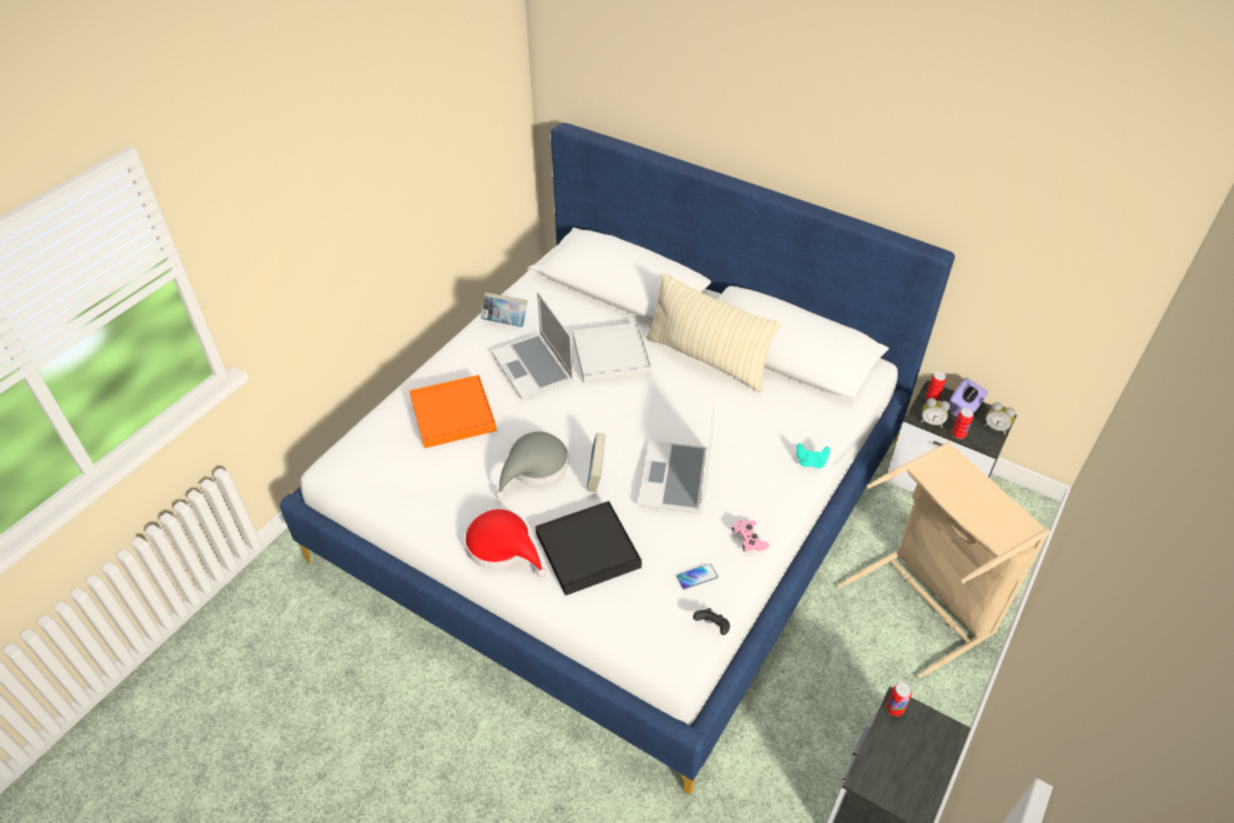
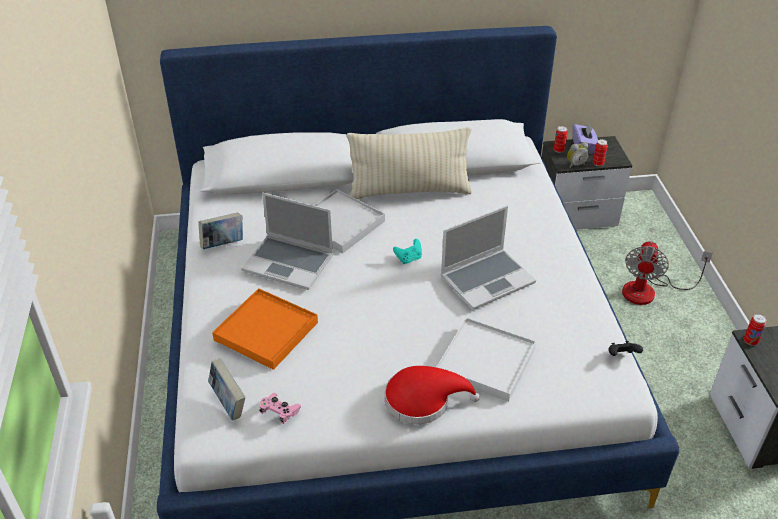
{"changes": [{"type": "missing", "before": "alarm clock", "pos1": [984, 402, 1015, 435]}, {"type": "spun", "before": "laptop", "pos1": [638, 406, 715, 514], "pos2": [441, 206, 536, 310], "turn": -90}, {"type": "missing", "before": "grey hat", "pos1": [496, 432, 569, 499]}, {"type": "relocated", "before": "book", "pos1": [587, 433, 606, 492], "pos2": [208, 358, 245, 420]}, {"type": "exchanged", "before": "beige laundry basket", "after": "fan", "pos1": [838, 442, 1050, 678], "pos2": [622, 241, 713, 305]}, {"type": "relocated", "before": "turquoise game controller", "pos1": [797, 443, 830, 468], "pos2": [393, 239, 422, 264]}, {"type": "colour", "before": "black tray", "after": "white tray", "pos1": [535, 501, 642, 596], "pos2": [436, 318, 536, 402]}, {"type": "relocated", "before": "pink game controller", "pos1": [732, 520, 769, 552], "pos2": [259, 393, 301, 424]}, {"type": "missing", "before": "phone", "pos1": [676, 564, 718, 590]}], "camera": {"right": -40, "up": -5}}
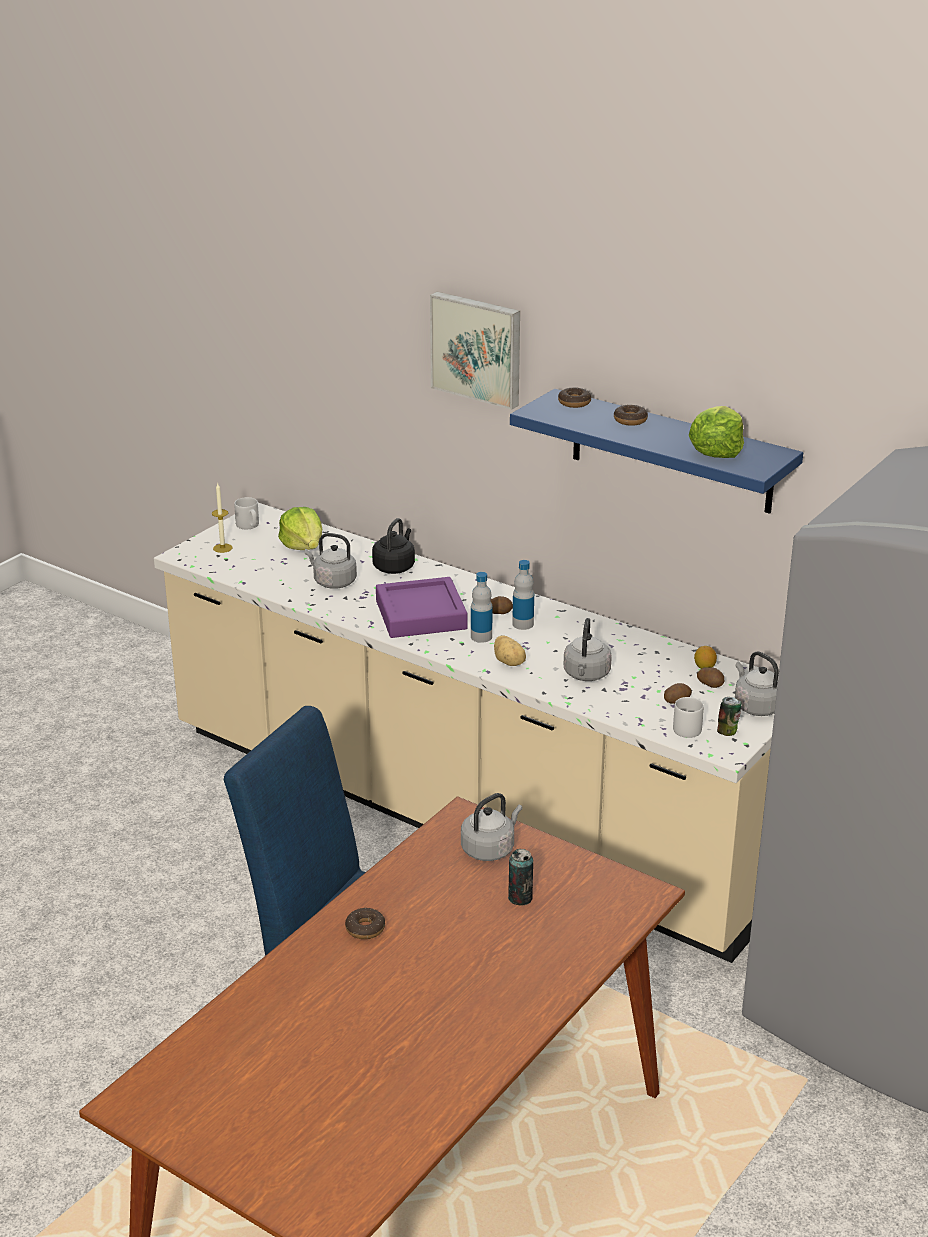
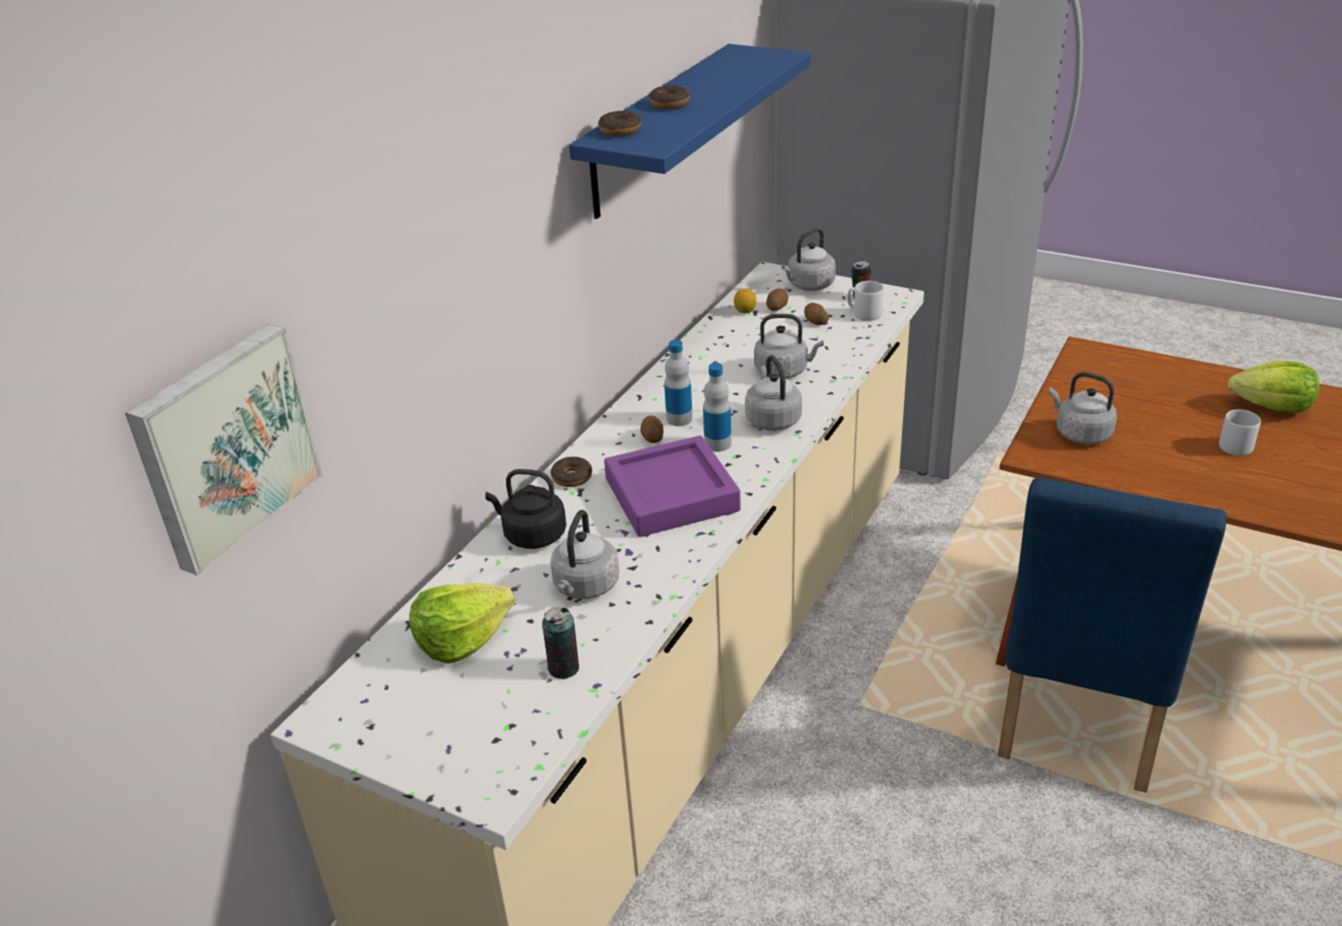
{"changes": [{"type": "relocated", "before": "picture", "pos1": [430, 292, 520, 410], "pos2": [125, 324, 323, 575]}, {"type": "relocated", "before": "lettuce", "pos1": [689, 406, 744, 458], "pos2": [1228, 361, 1320, 414]}, {"type": "missing", "before": "candle", "pos1": [212, 482, 233, 553]}, {"type": "relocated", "before": "grey mug", "pos1": [234, 497, 259, 529], "pos2": [1219, 409, 1261, 456]}, {"type": "exchanged", "before": "potato", "after": "grey kettle", "pos1": [494, 636, 526, 666], "pos2": [745, 355, 802, 431]}, {"type": "relocated", "before": "can", "pos1": [508, 849, 533, 906], "pos2": [542, 607, 579, 679]}, {"type": "relocated", "before": "donut", "pos1": [345, 908, 385, 939], "pos2": [551, 457, 592, 487]}], "camera": {"right": -95, "up": 5}}
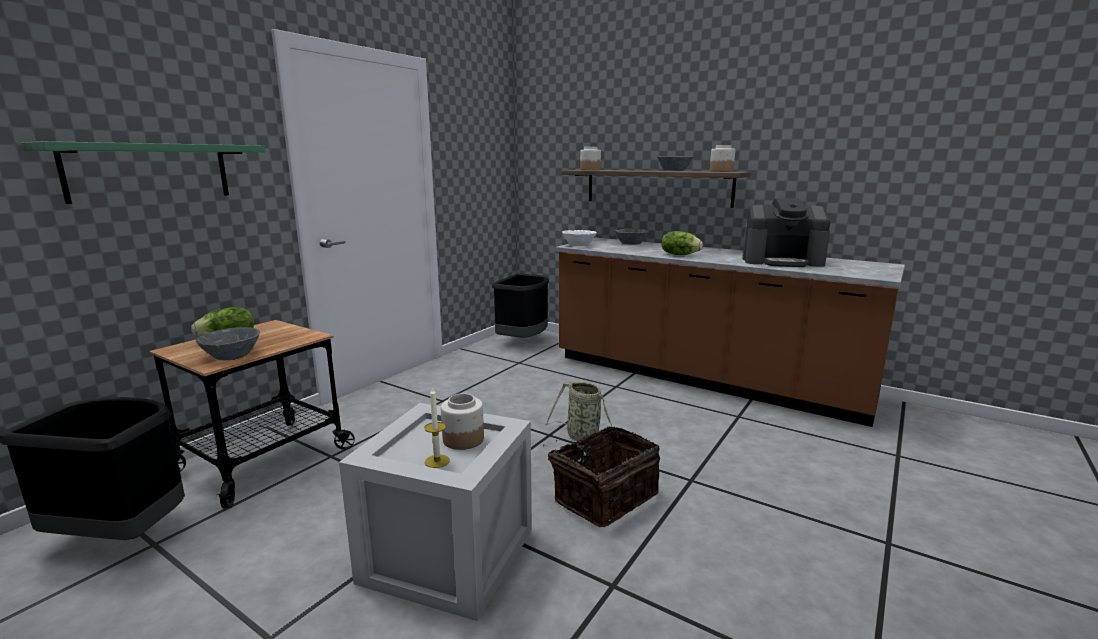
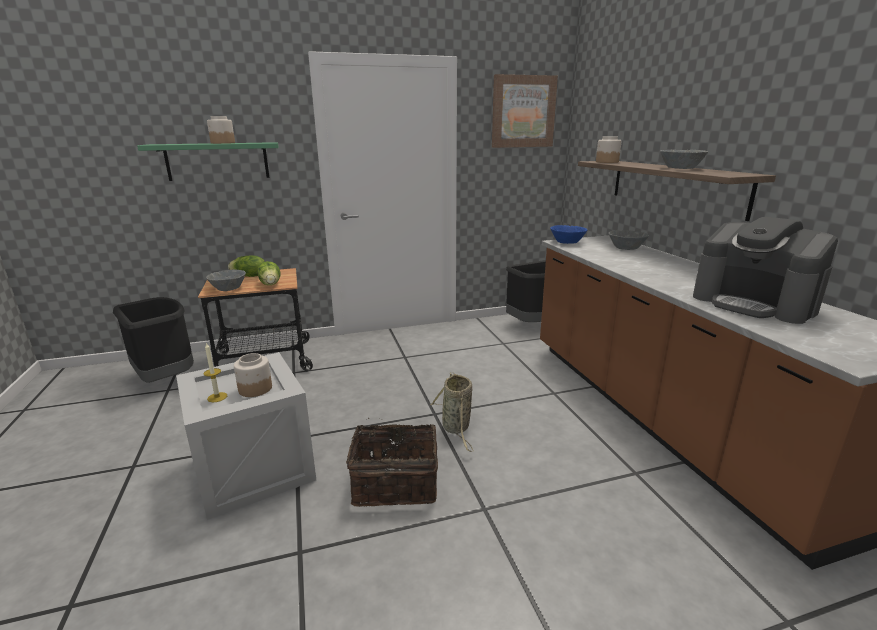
{"changes": [{"type": "relocated", "before": "jar", "pos1": [710, 145, 735, 172], "pos2": [207, 116, 235, 144]}, {"type": "colour", "before": "white bowl", "after": "blue bowl", "pos1": [562, 230, 597, 246], "pos2": [550, 225, 587, 244]}, {"type": "relocated", "before": "lettuce", "pos1": [661, 231, 703, 255], "pos2": [257, 261, 280, 285]}, {"type": "appeared", "after": "picture", "pos2": [492, 74, 558, 148]}], "camera": {"right": 40, "up": 5}}
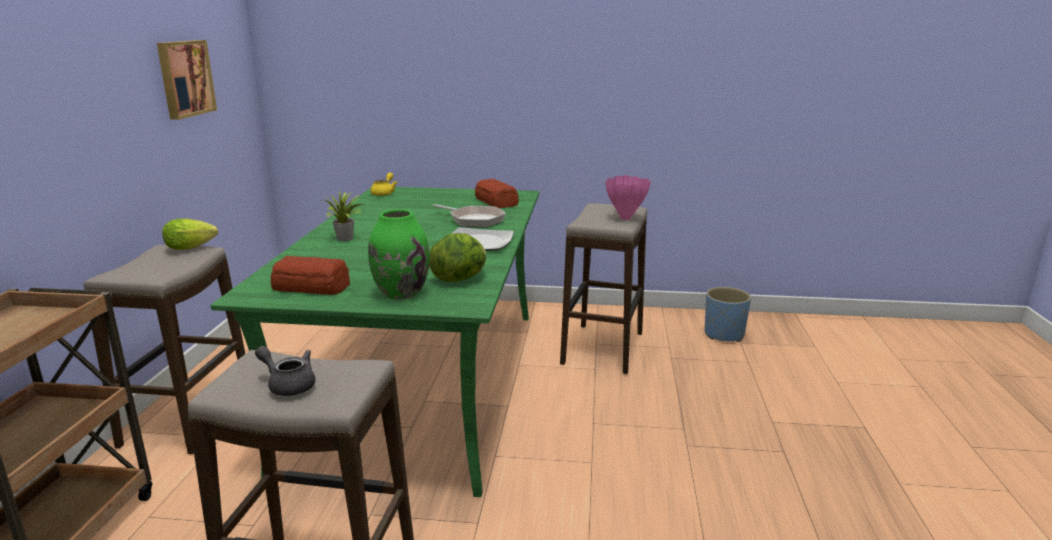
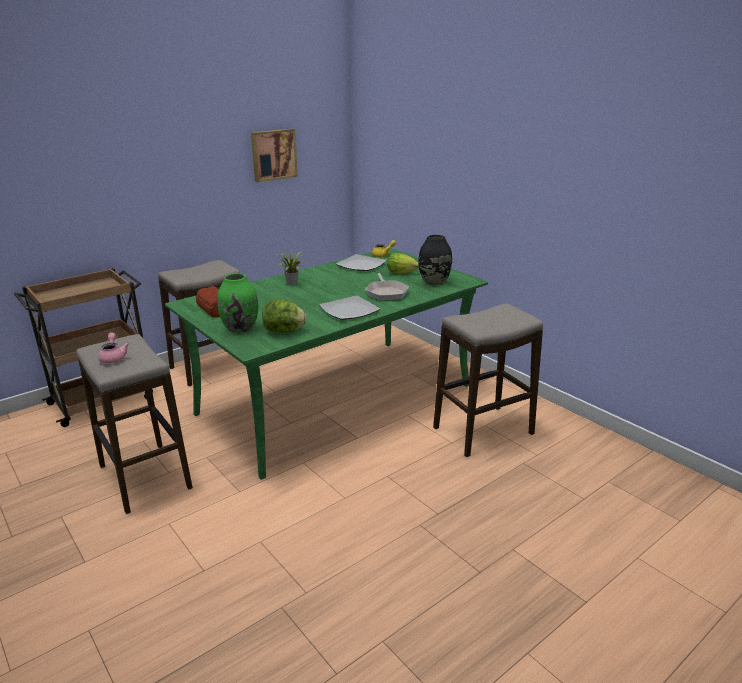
{"changes": [{"type": "missing", "before": "pink vase", "pos1": [606, 175, 651, 220]}, {"type": "exchanged", "before": "bread", "after": "black vase", "pos1": [475, 179, 519, 208], "pos2": [418, 235, 452, 286]}, {"type": "relocated", "before": "lettuce", "pos1": [162, 219, 218, 250], "pos2": [387, 253, 419, 274]}, {"type": "missing", "before": "blue planter", "pos1": [705, 287, 751, 342]}, {"type": "colour", "before": "grey teapot", "after": "pink teapot", "pos1": [255, 346, 315, 396], "pos2": [98, 332, 130, 363]}, {"type": "appeared", "after": "plate", "pos2": [336, 254, 387, 271]}], "camera": {"right": 45, "up": 5}}
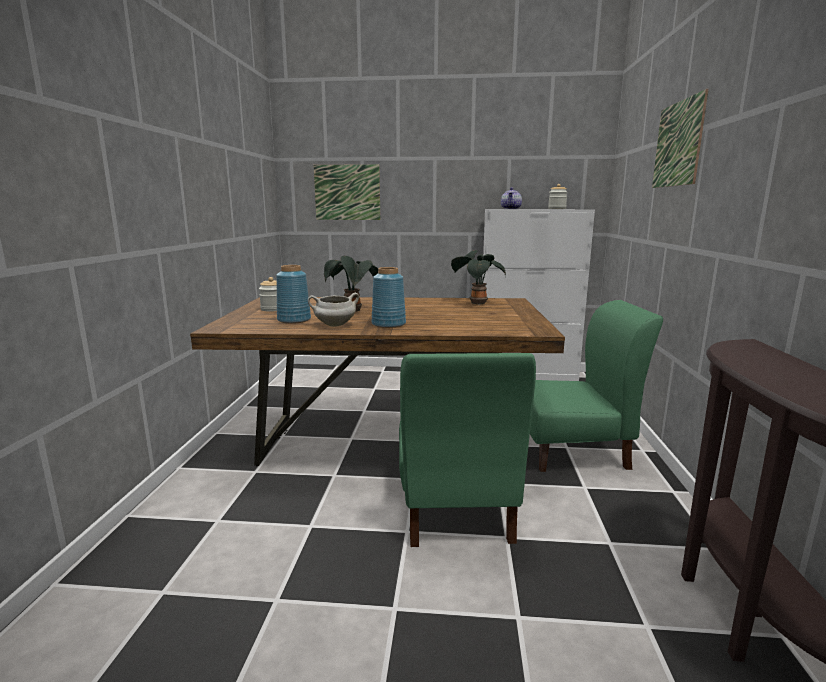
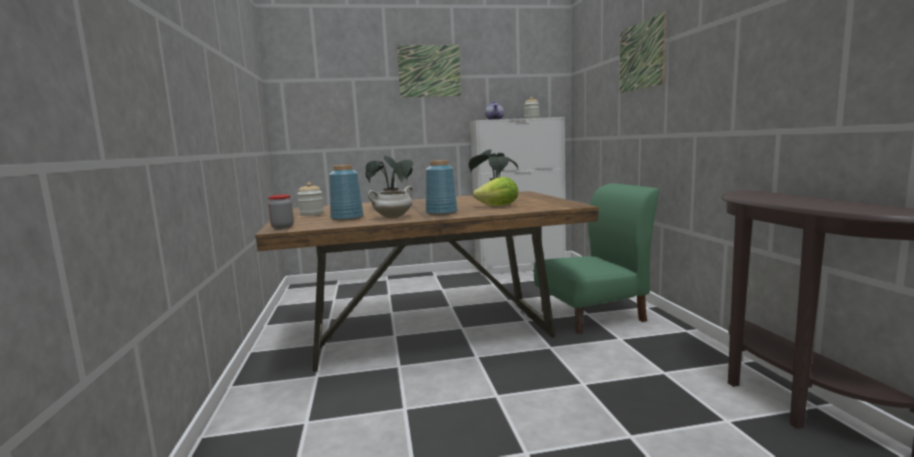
{"changes": [{"type": "relocated", "before": "picture", "pos1": [314, 164, 380, 220], "pos2": [397, 44, 461, 98]}, {"type": "missing", "before": "green chair", "pos1": [399, 353, 536, 547]}, {"type": "appeared", "after": "lettuce", "pos2": [473, 177, 518, 206]}, {"type": "appeared", "after": "jar", "pos2": [268, 195, 294, 229]}], "camera": {"right": -15, "up": -5}}
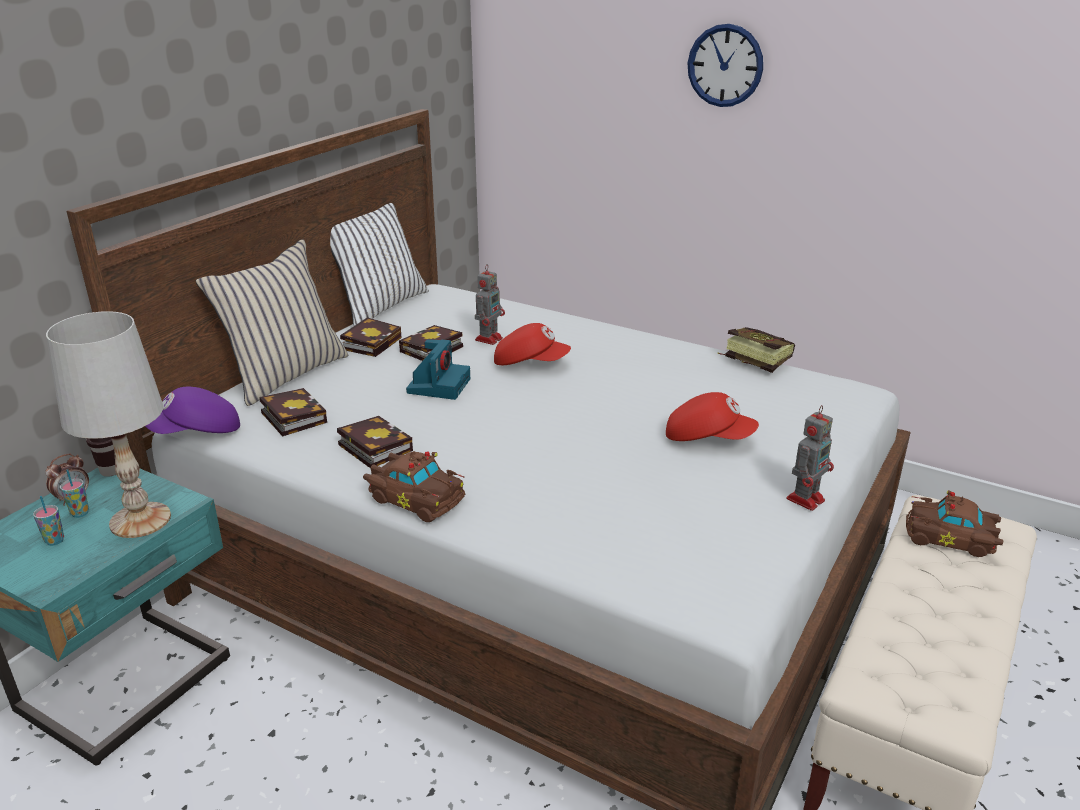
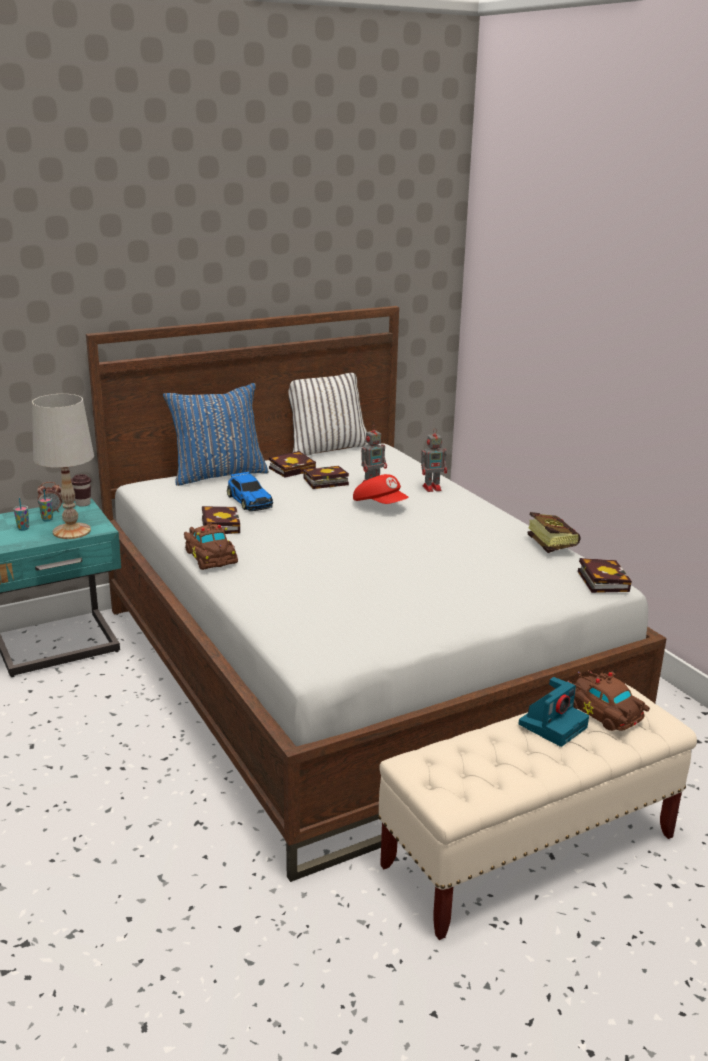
{"changes": [{"type": "missing", "before": "wall clock", "pos1": [688, 24, 763, 107]}, {"type": "colour", "before": "beige pillow", "after": "blue pillow", "pos1": [196, 239, 348, 406], "pos2": [163, 383, 269, 486]}, {"type": "relocated", "before": "photo camera", "pos1": [406, 339, 470, 400], "pos2": [519, 677, 589, 747]}, {"type": "missing", "before": "purple cap", "pos1": [145, 387, 240, 434]}, {"type": "relocated", "before": "book", "pos1": [259, 388, 327, 437], "pos2": [578, 558, 632, 593]}, {"type": "missing", "before": "red cap", "pos1": [666, 392, 759, 441]}, {"type": "relocated", "before": "toy robot", "pos1": [786, 405, 834, 511], "pos2": [421, 428, 447, 492]}, {"type": "appeared", "after": "toy car", "pos2": [227, 471, 273, 511]}], "camera": {"right": 30, "up": -5}}
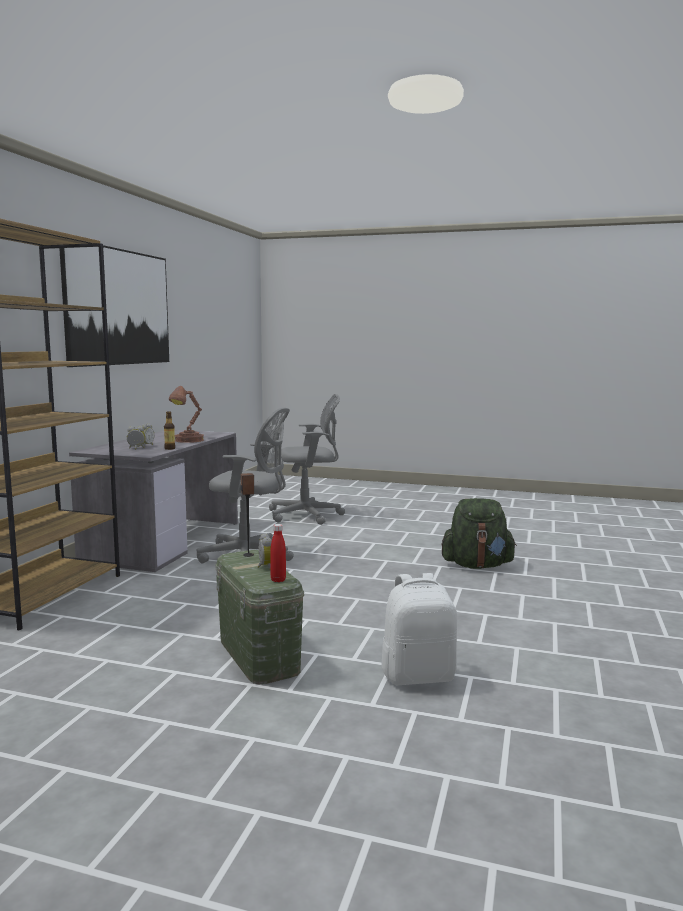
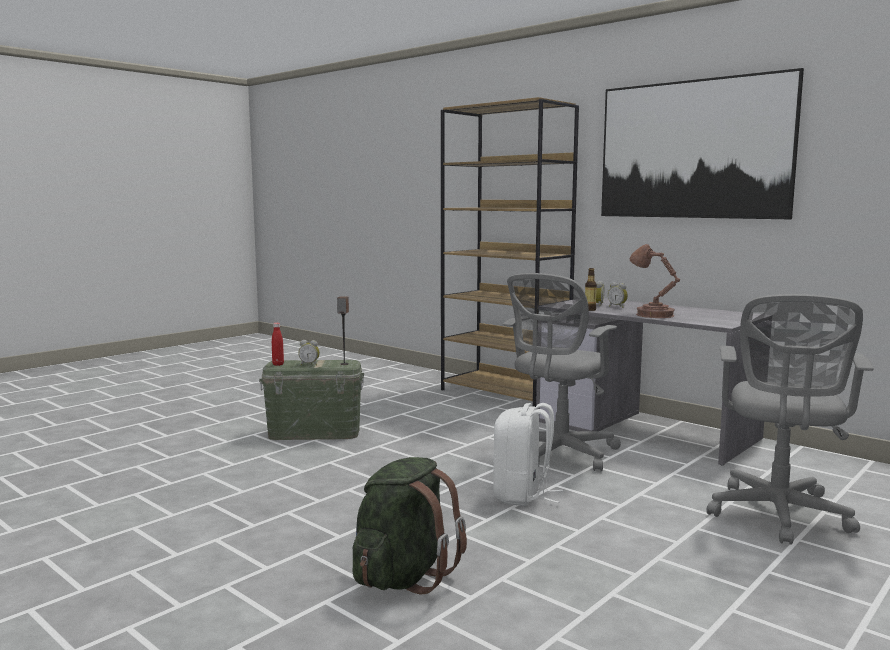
{"changes": [{"type": "relocated", "before": "white backpack", "pos1": [381, 573, 457, 685], "pos2": [493, 403, 563, 506]}], "camera": {"right": 115, "up": 0}}
